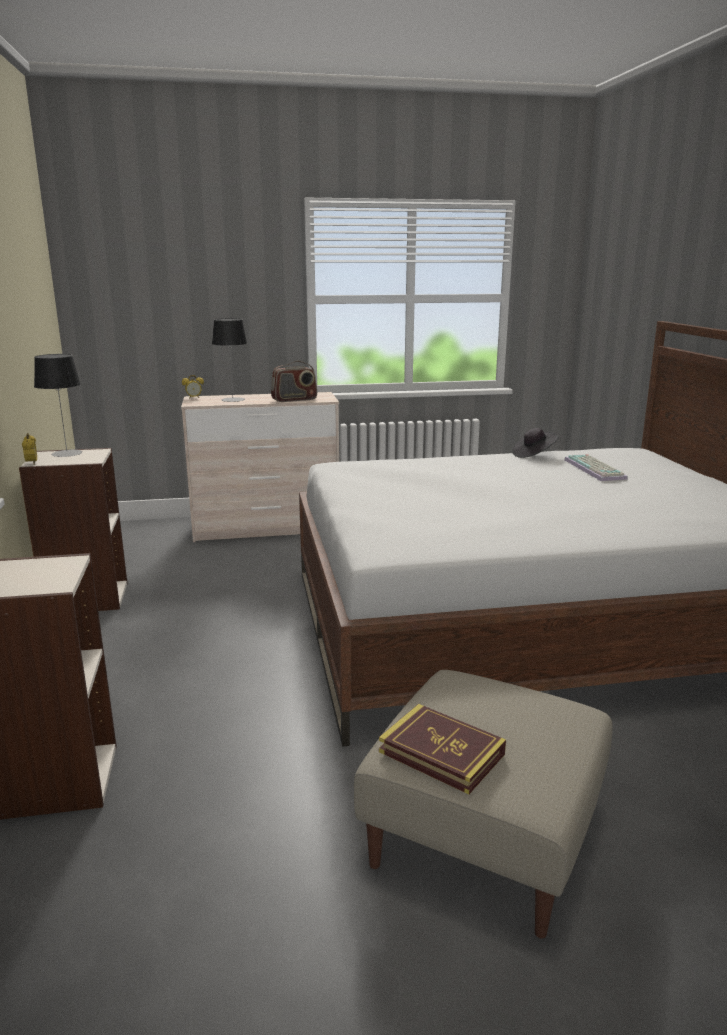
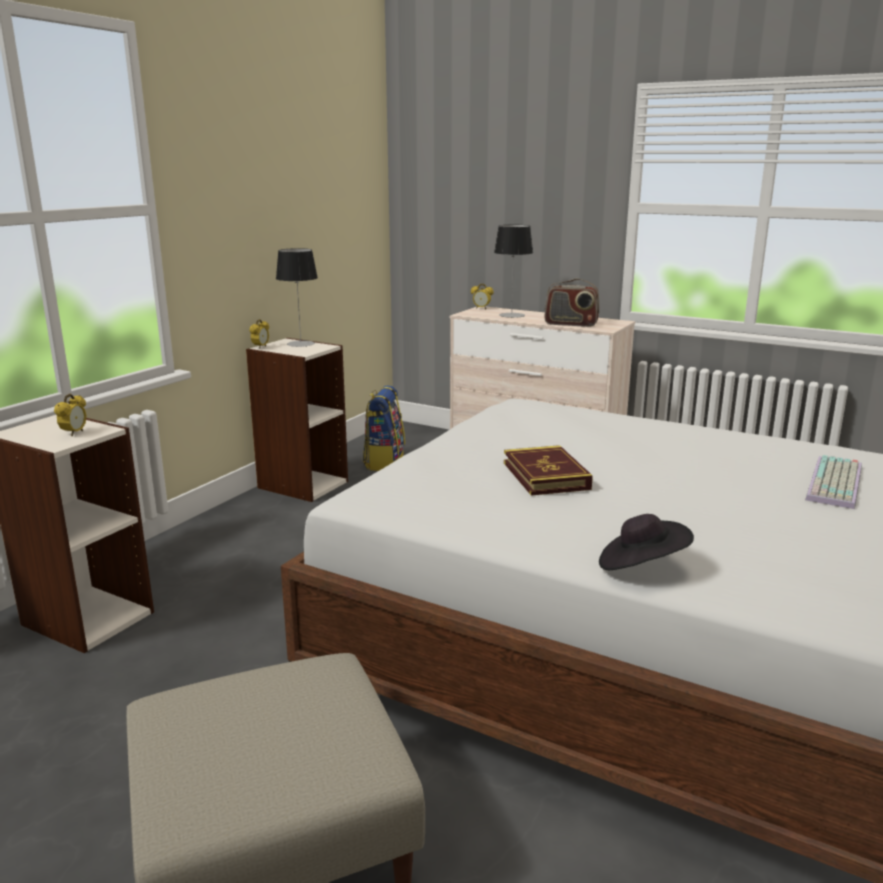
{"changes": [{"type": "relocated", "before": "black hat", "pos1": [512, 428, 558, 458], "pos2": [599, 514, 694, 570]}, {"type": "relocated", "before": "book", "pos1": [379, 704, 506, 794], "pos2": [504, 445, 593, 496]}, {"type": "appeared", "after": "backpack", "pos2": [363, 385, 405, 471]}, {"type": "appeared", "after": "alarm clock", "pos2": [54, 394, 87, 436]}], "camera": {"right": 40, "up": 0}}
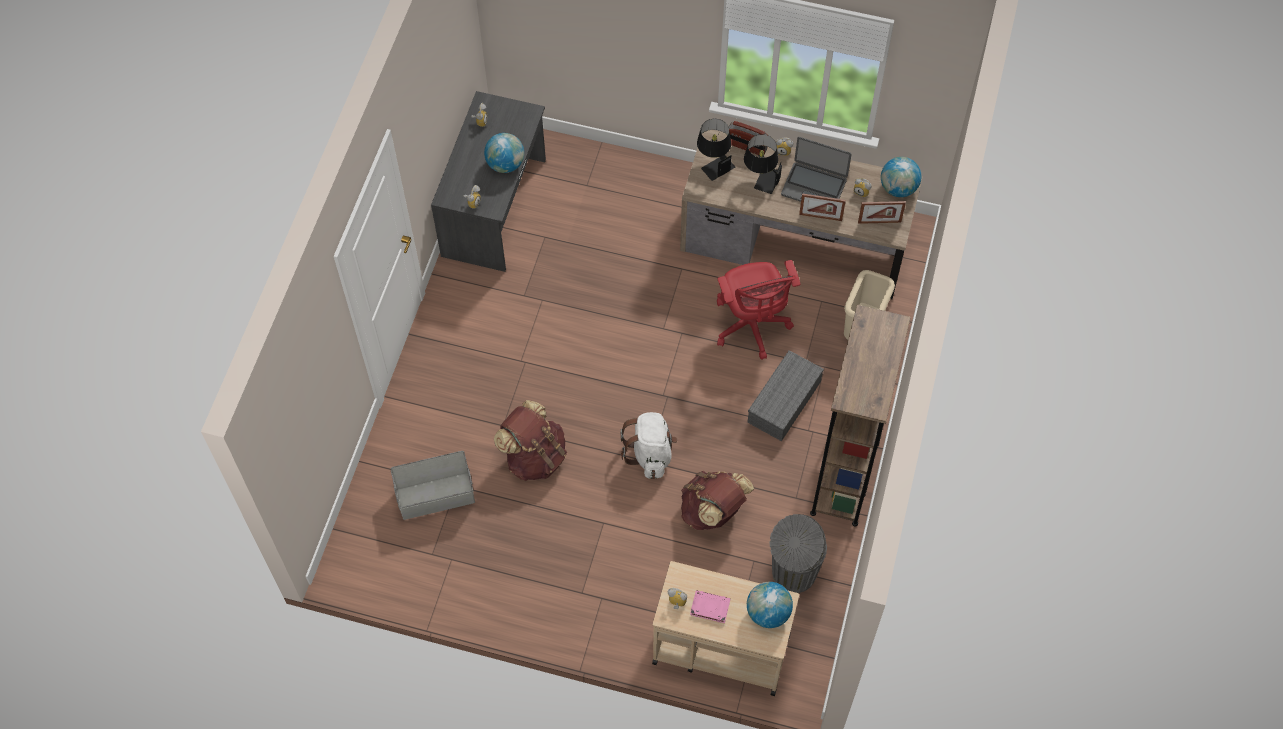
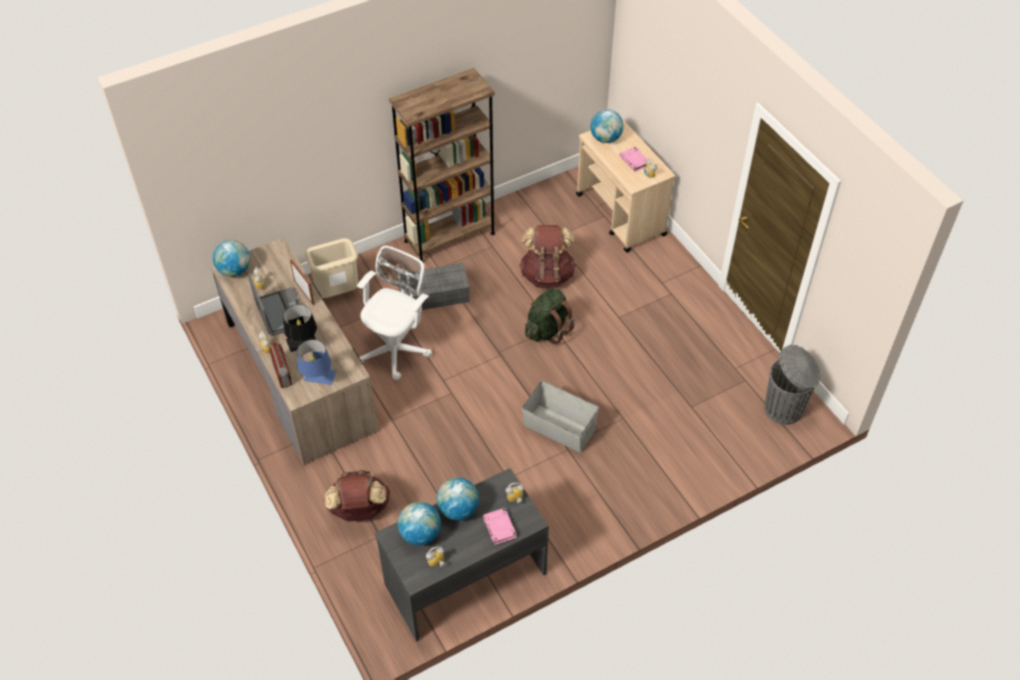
{"changes": [{"type": "colour", "before": "black table lamp", "after": "blue table lamp", "pos1": [697, 119, 735, 181], "pos2": [297, 339, 337, 385]}, {"type": "missing", "before": "picture frame", "pos1": [858, 201, 906, 224]}, {"type": "colour", "before": "red office chair", "after": "white office chair", "pos1": [717, 260, 800, 360], "pos2": [357, 245, 432, 380]}, {"type": "relocated", "before": "brown backpack", "pos1": [494, 400, 567, 481], "pos2": [324, 470, 391, 521]}, {"type": "colour", "before": "white backpack", "after": "green backpack", "pos1": [620, 412, 678, 479], "pos2": [525, 288, 574, 345]}, {"type": "relocated", "before": "grey storage box", "pos1": [390, 451, 475, 520], "pos2": [522, 381, 599, 453]}, {"type": "relocated", "before": "grey trash can", "pos1": [770, 514, 827, 593], "pos2": [765, 345, 821, 425]}, {"type": "appeared", "after": "globe", "pos2": [398, 502, 441, 545]}, {"type": "appeared", "after": "pink book", "pos2": [483, 508, 517, 545]}], "camera": {"right": -135, "up": -10}}
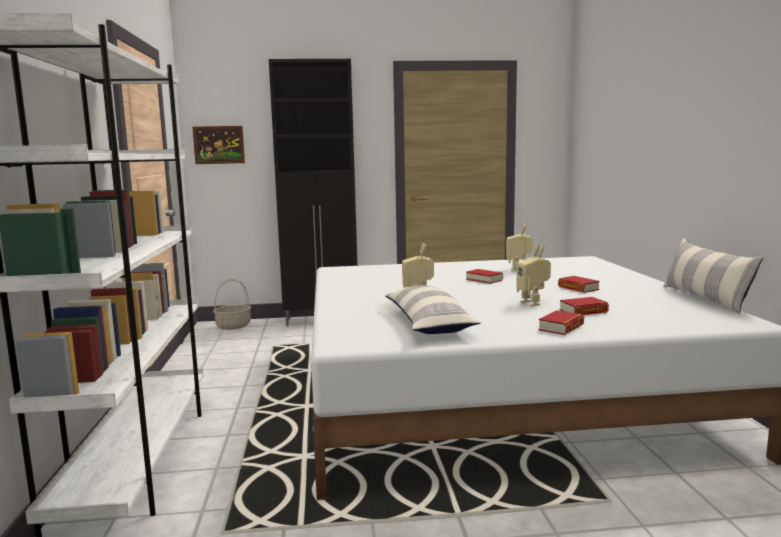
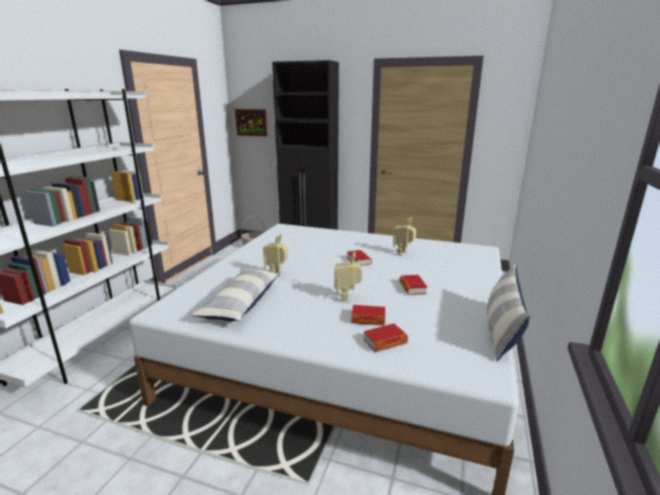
{"changes": [{"type": "relocated", "before": "book", "pos1": [538, 310, 584, 335], "pos2": [363, 323, 408, 352]}], "camera": {"right": 25, "up": 10}}
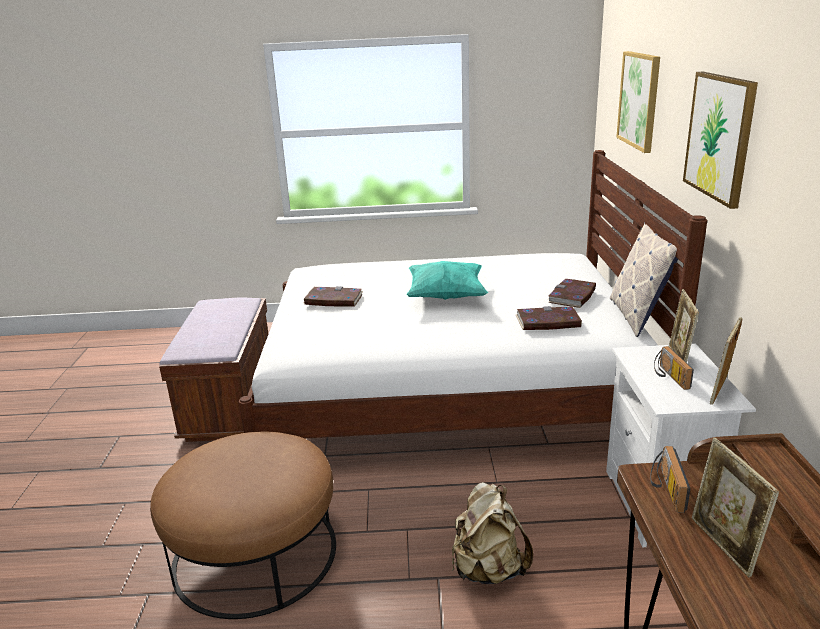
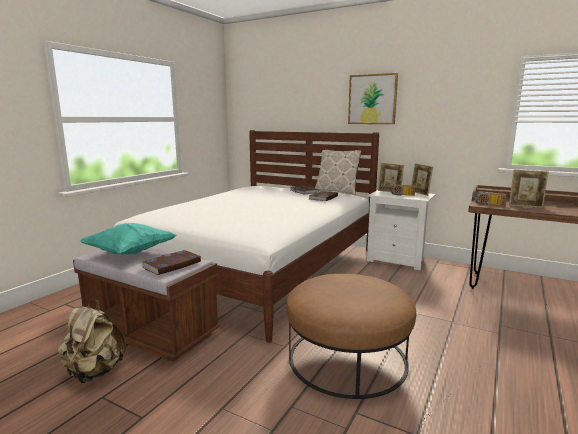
{"changes": [{"type": "missing", "before": "picture", "pos1": [616, 51, 660, 153]}, {"type": "relocated", "before": "turquoise pillow", "pos1": [406, 261, 488, 300], "pos2": [80, 223, 177, 255]}, {"type": "relocated", "before": "book", "pos1": [304, 286, 363, 307], "pos2": [141, 250, 201, 275]}, {"type": "relocated", "before": "beige backpack", "pos1": [452, 482, 533, 584], "pos2": [58, 300, 126, 383]}], "camera": {"right": -60, "up": -10}}
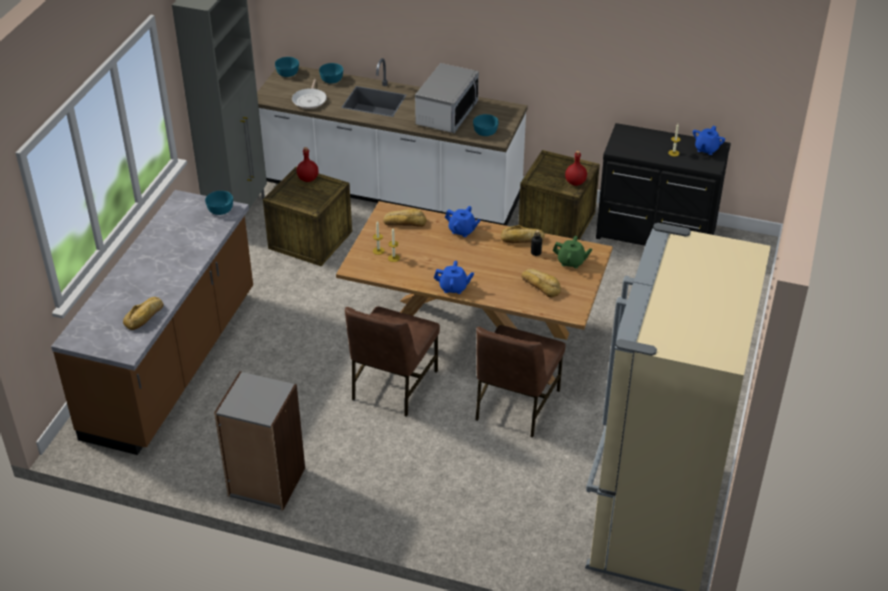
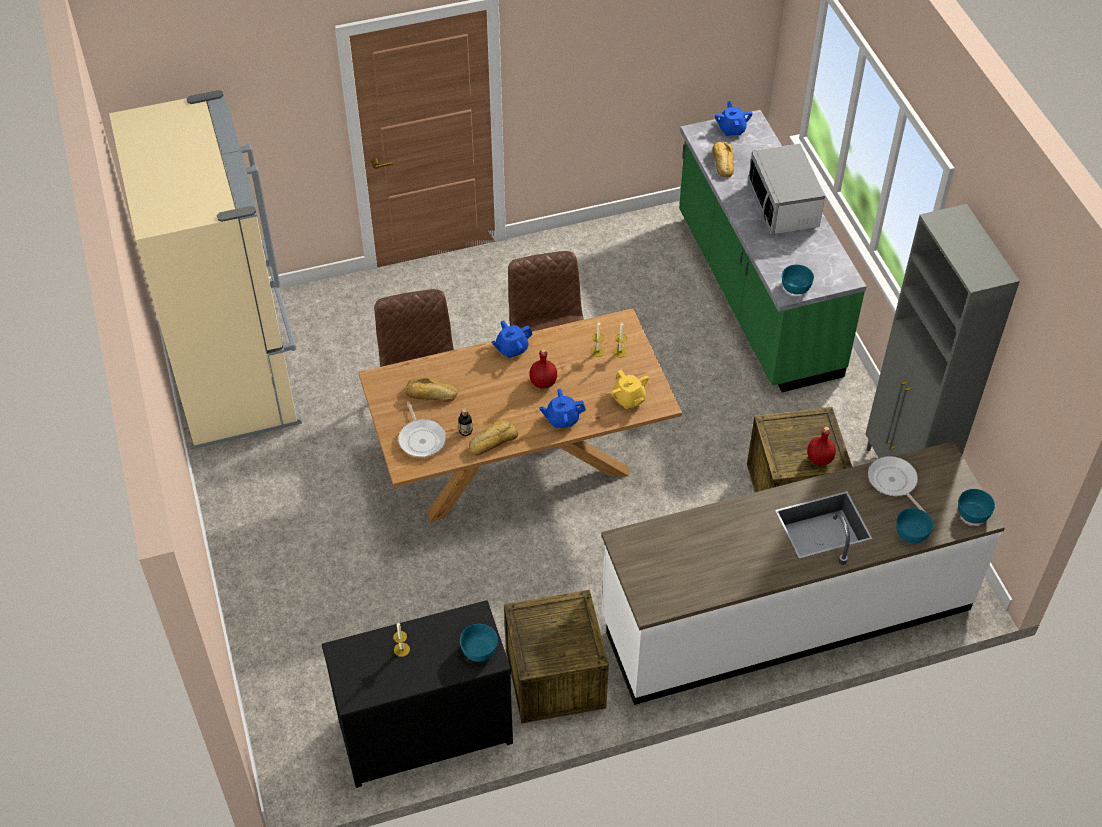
{"changes": [{"type": "relocated", "before": "microwave", "pos1": [415, 63, 479, 133], "pos2": [748, 144, 825, 235]}, {"type": "relocated", "before": "turquoise bowl", "pos1": [473, 114, 499, 136], "pos2": [460, 624, 498, 662]}, {"type": "relocated", "before": "blue teapot", "pos1": [693, 126, 725, 155], "pos2": [715, 101, 753, 136]}, {"type": "relocated", "before": "red bottle", "pos1": [565, 151, 587, 186], "pos2": [529, 349, 557, 389]}, {"type": "colour", "before": "brown counter", "after": "green counter", "pos1": [51, 190, 253, 455], "pos2": [679, 110, 867, 392]}, {"type": "exchanged", "before": "bread", "after": "yellow teapot", "pos1": [383, 209, 427, 227], "pos2": [611, 370, 649, 409]}, {"type": "exchanged", "before": "green teapot", "after": "frying pan", "pos1": [552, 236, 592, 268], "pos2": [398, 402, 446, 457]}, {"type": "missing", "before": "grey bookcase", "pos1": [214, 371, 305, 510]}], "camera": {"right": 145, "up": 10}}
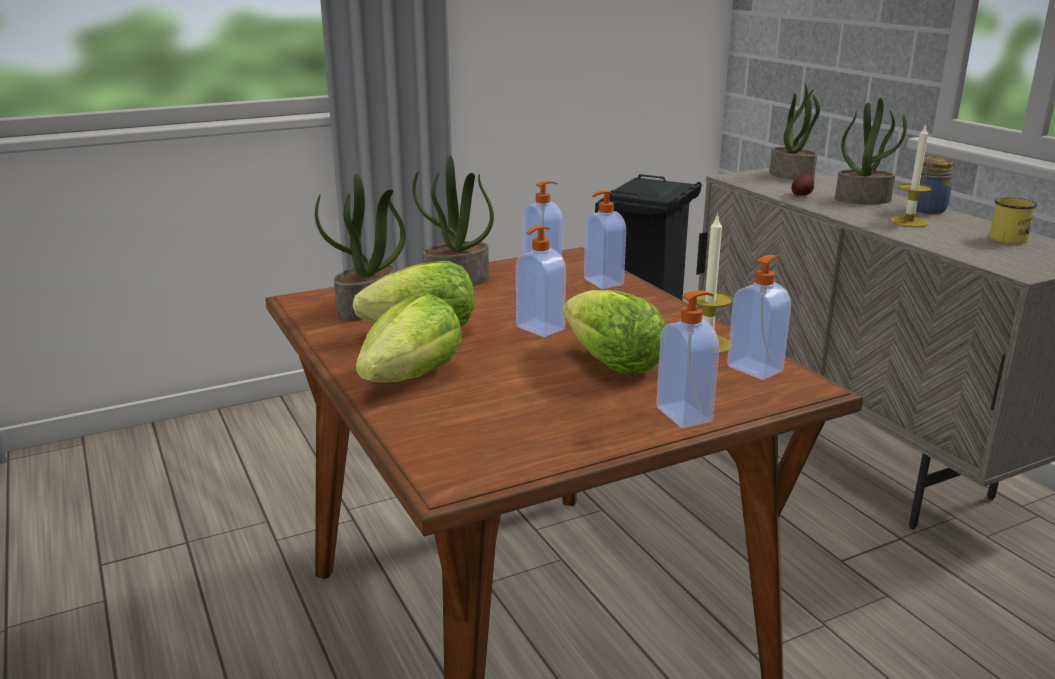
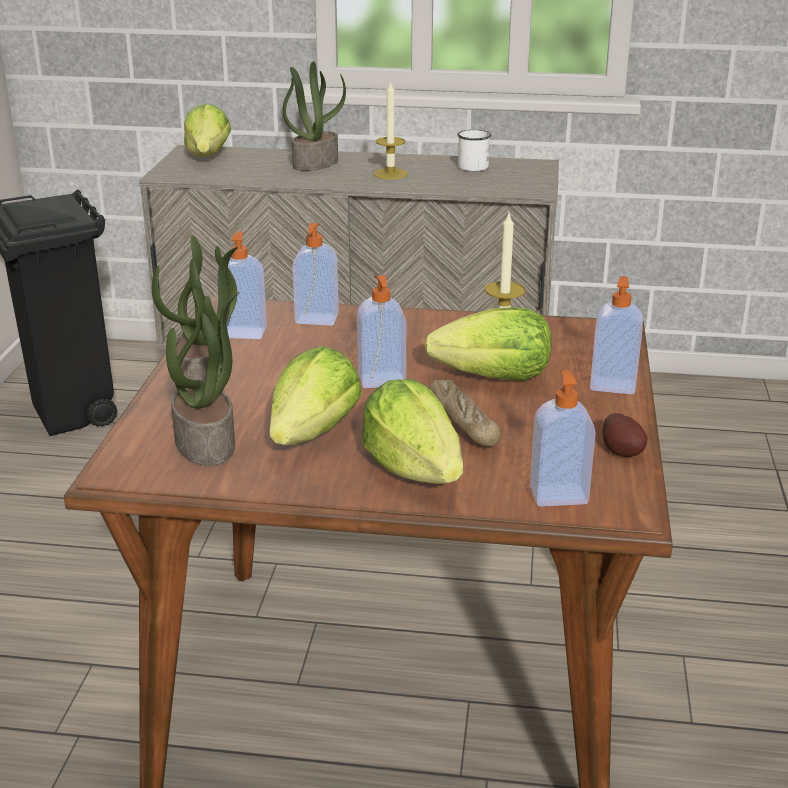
{"changes": [{"type": "exchanged", "before": "potted plant", "after": "lettuce", "pos1": [769, 83, 820, 180], "pos2": [184, 104, 231, 157]}, {"type": "missing", "before": "jar", "pos1": [916, 156, 955, 214]}, {"type": "relocated", "before": "potato", "pos1": [791, 174, 814, 196], "pos2": [603, 413, 648, 457]}, {"type": "colour", "before": "yellow mug", "after": "white mug", "pos1": [989, 197, 1037, 244], "pos2": [457, 130, 491, 171]}, {"type": "relocated", "before": "soap dispenser", "pos1": [727, 255, 791, 380], "pos2": [530, 370, 596, 507]}, {"type": "appeared", "after": "bread", "pos2": [429, 380, 501, 447]}], "camera": {"right": -55, "up": 5}}
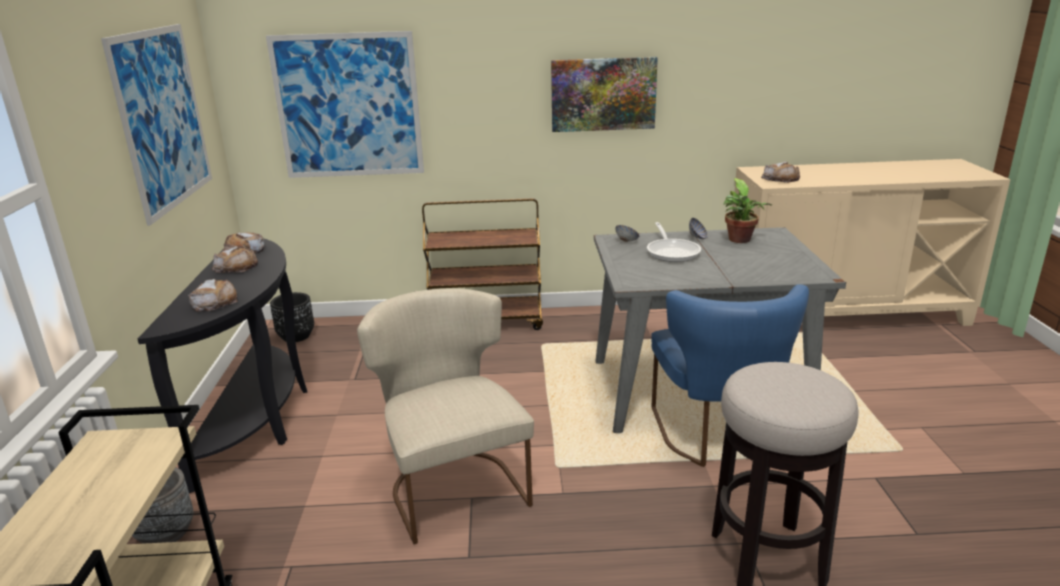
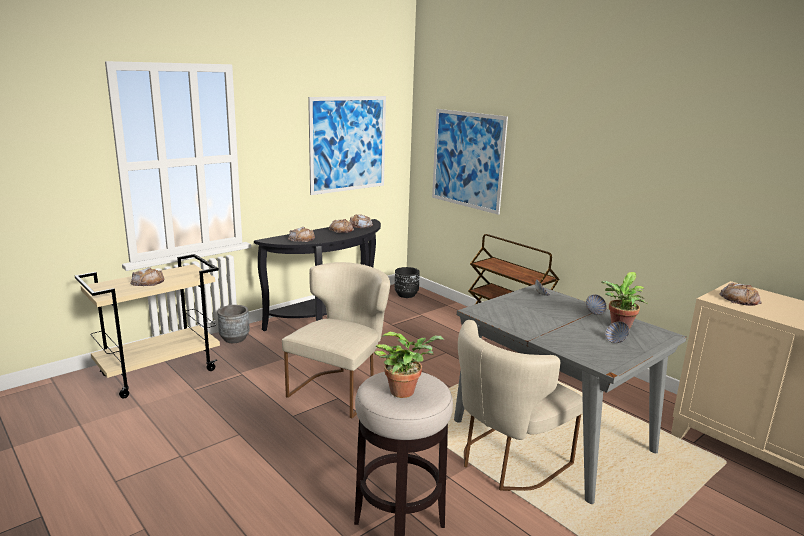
{"changes": [{"type": "missing", "before": "picture", "pos1": [551, 57, 658, 132]}, {"type": "missing", "before": "frying pan", "pos1": [647, 222, 701, 262]}, {"type": "colour", "before": "blue chair", "after": "beige chair", "pos1": [651, 284, 809, 467], "pos2": [458, 320, 583, 491]}, {"type": "appeared", "after": "bread", "pos2": [130, 267, 164, 286]}, {"type": "appeared", "after": "bowl", "pos2": [605, 322, 629, 343]}, {"type": "appeared", "after": "potted plant", "pos2": [374, 331, 444, 398]}], "camera": {"right": 50, "up": -5}}
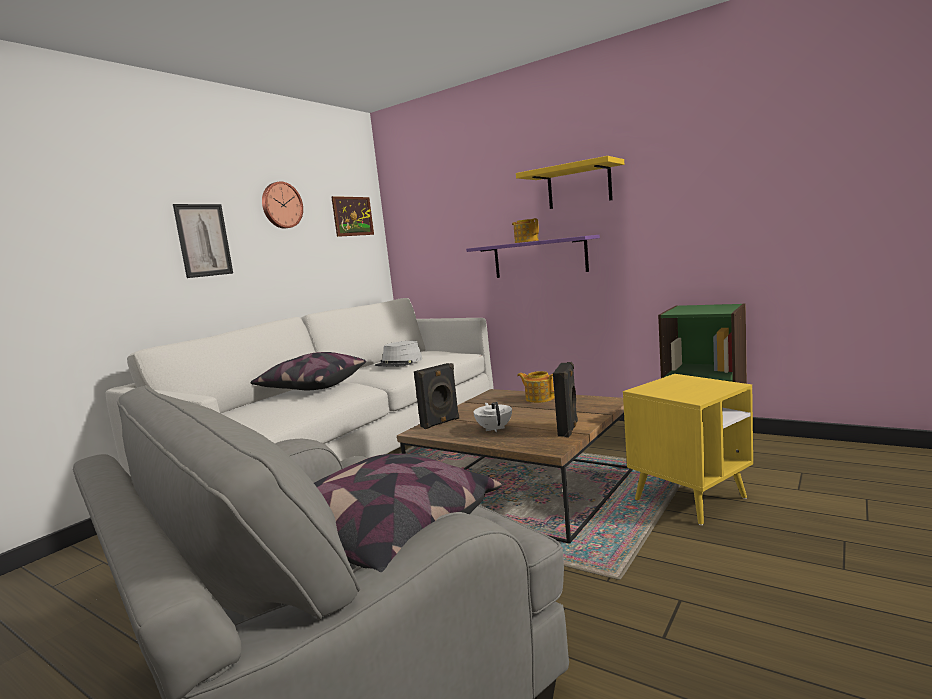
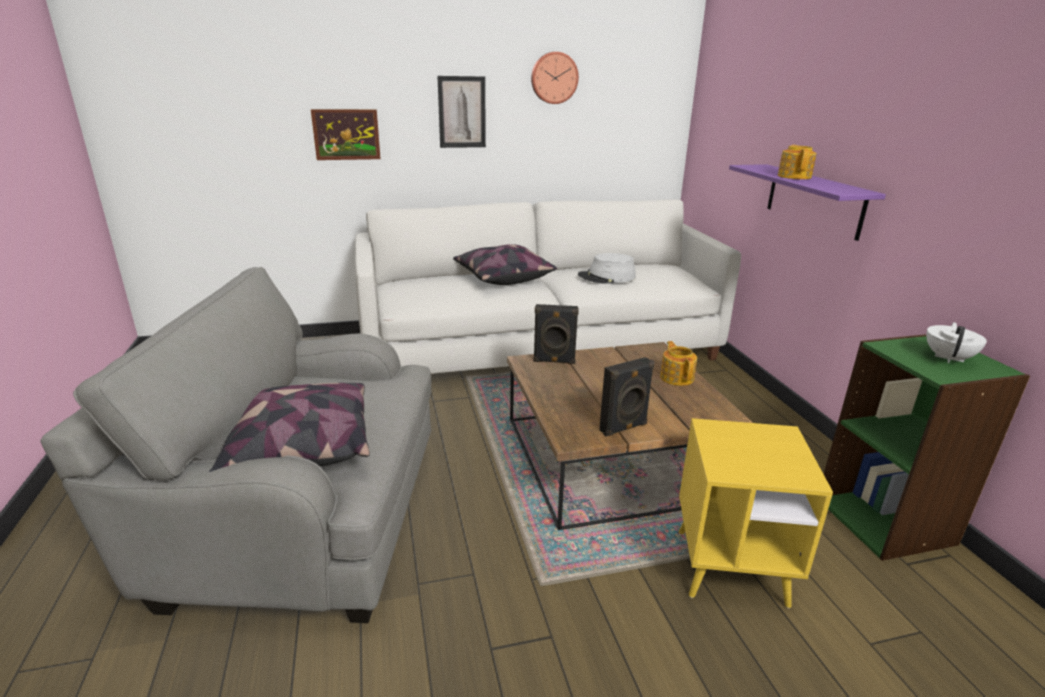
{"changes": [{"type": "missing", "before": "yellow shelf", "pos1": [516, 156, 624, 209]}, {"type": "relocated", "before": "picture", "pos1": [331, 196, 374, 237], "pos2": [311, 109, 381, 160]}, {"type": "relocated", "before": "white teapot", "pos1": [473, 402, 512, 432], "pos2": [926, 322, 987, 363]}], "camera": {"right": 40, "up": 15}}
